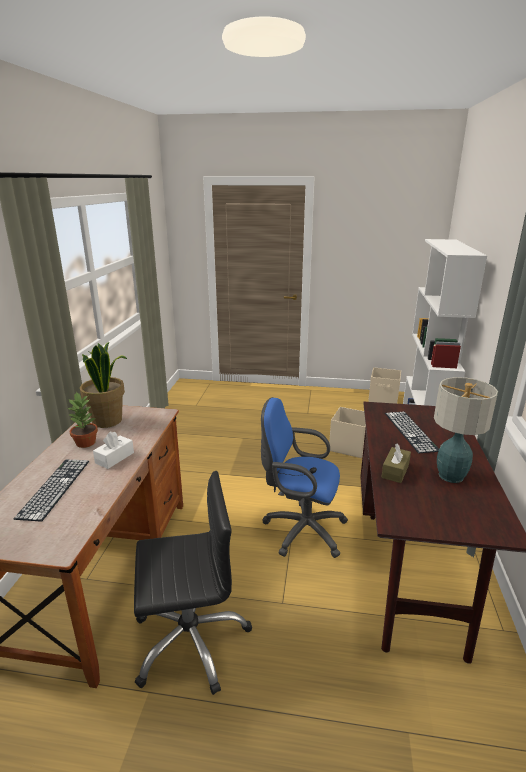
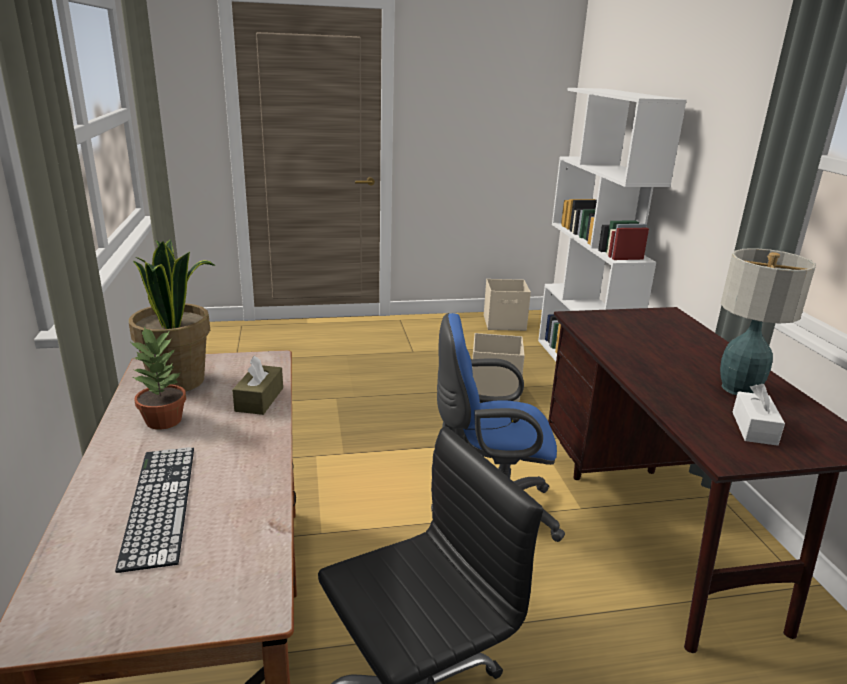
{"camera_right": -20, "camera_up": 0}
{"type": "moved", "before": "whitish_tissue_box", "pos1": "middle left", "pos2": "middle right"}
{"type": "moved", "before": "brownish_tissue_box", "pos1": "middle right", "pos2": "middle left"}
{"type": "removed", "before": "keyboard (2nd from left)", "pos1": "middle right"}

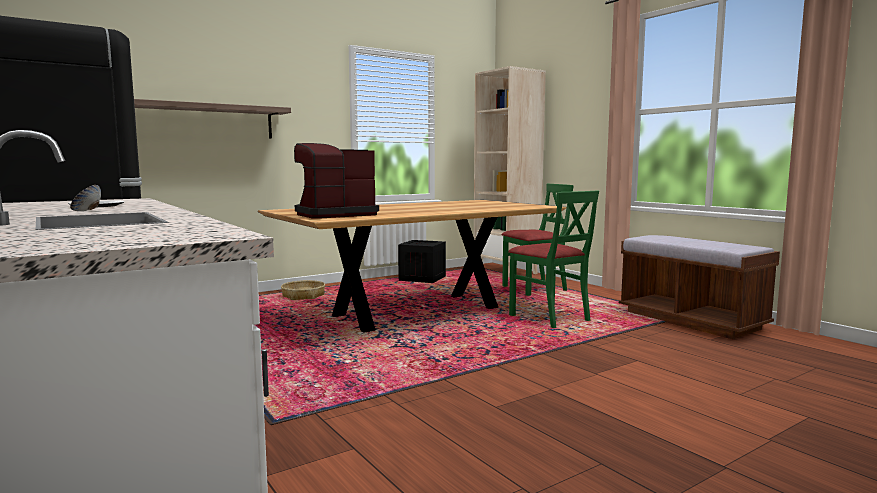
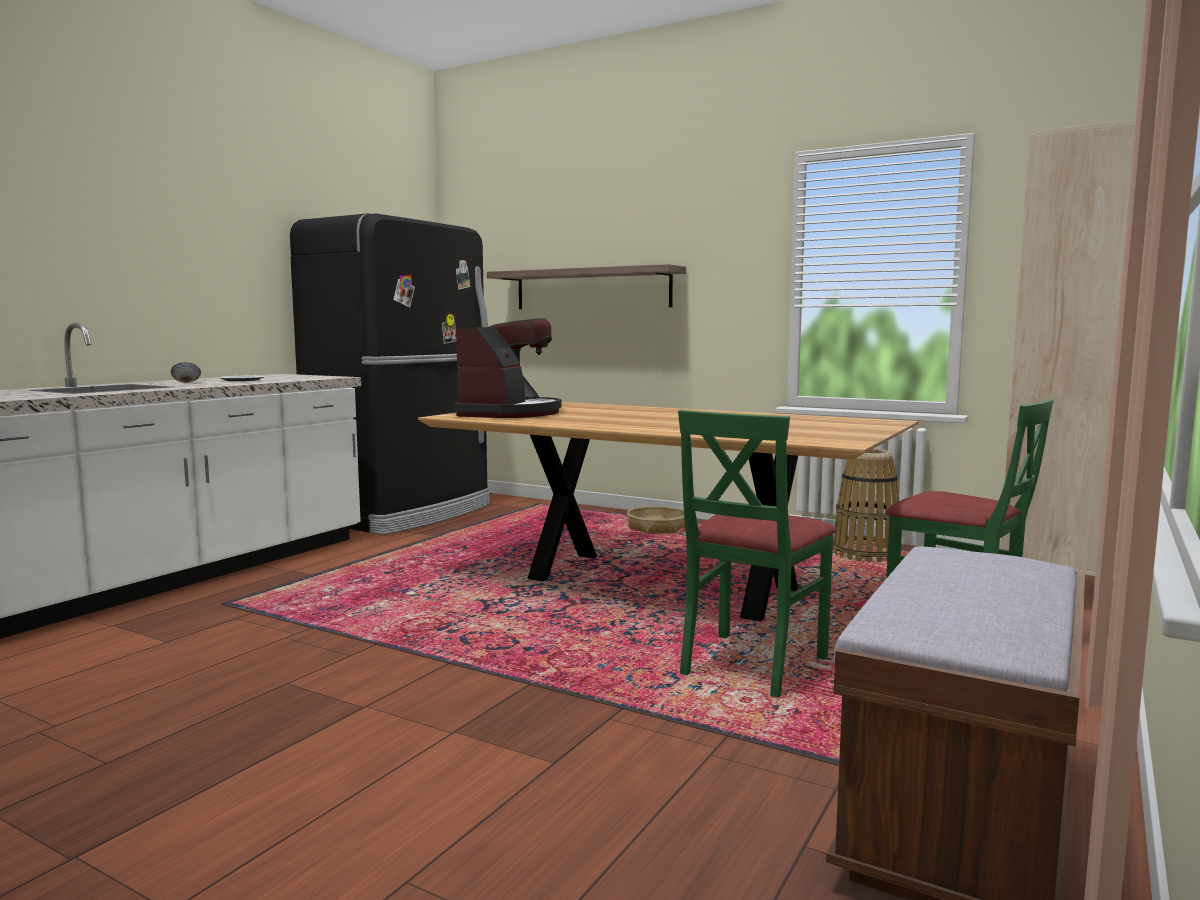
{"camera_right": 65, "camera_up": 0}
{"type": "turned", "before": "coffee_brewer", "pos1": "centre", "pos2": "centre", "turn": 75}
{"type": "replaced", "before": "crate", "after": "storage_basket (2nd from left)", "pos1": "centre", "pos2": "middle right"}

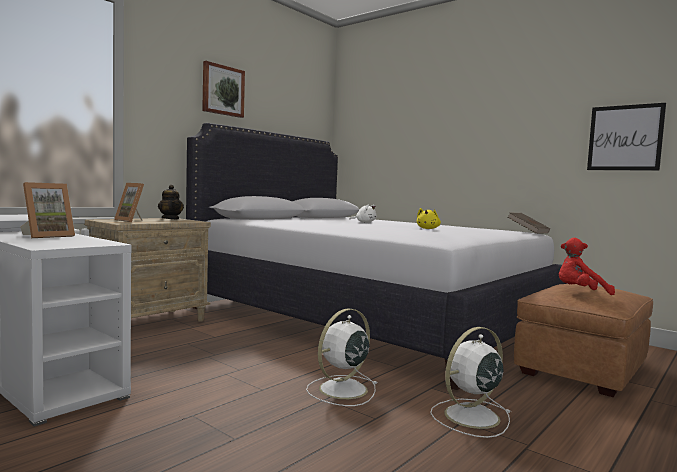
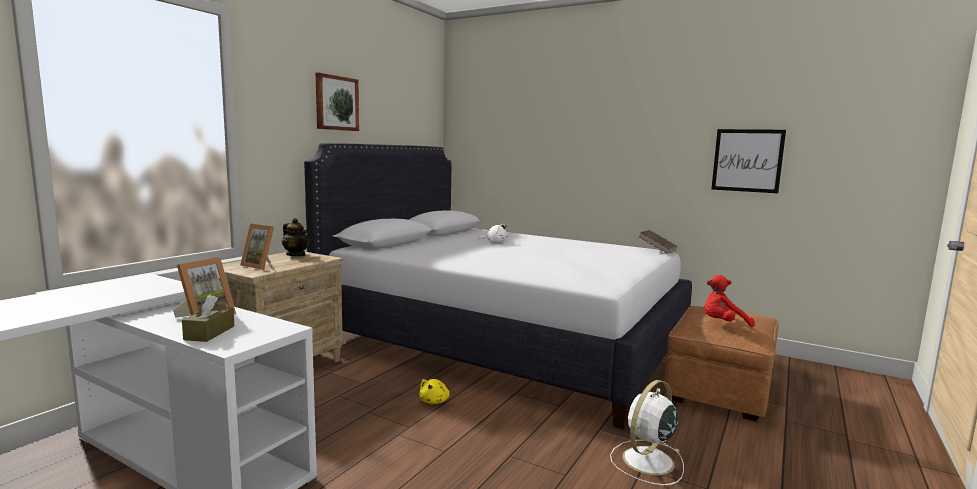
{"camera_right": -10, "camera_up": 5}
{"type": "removed", "before": "whitish_cooling_fan (1st from left)", "pos1": "bottom centre"}
{"type": "moved", "before": "yellow-coloured_cuddly_toy", "pos1": "centre", "pos2": "bottom centre"}
{"type": "added", "after": "brownish_tissue_box", "pos2": "middle left"}

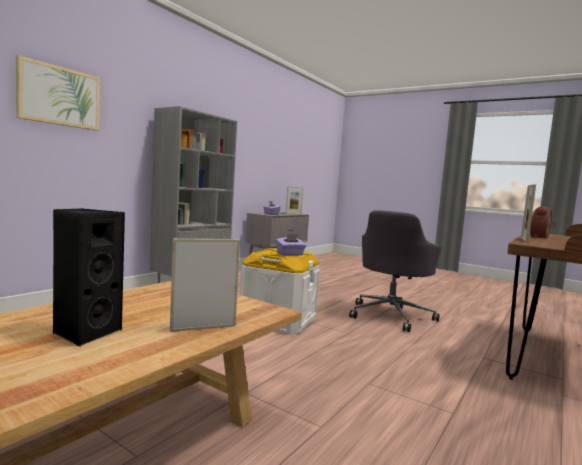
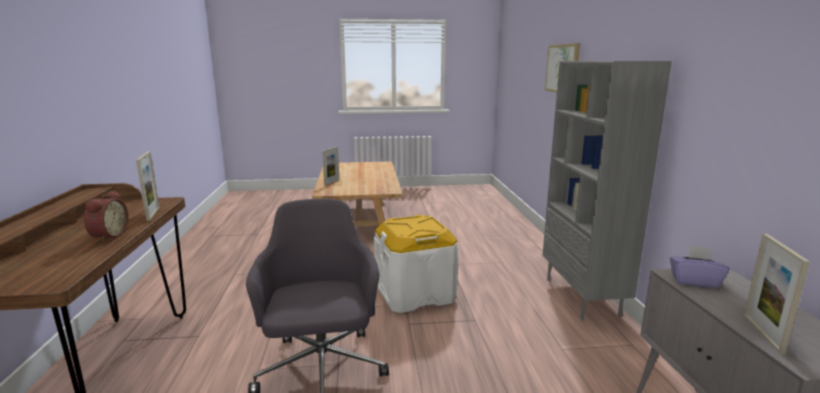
{"camera_right": 140, "camera_up": 10}
{"type": "removed", "before": "blackish_speaker", "pos1": "middle left"}
{"type": "removed", "before": "purplish_tissue_box (2nd from left)", "pos1": "centre"}

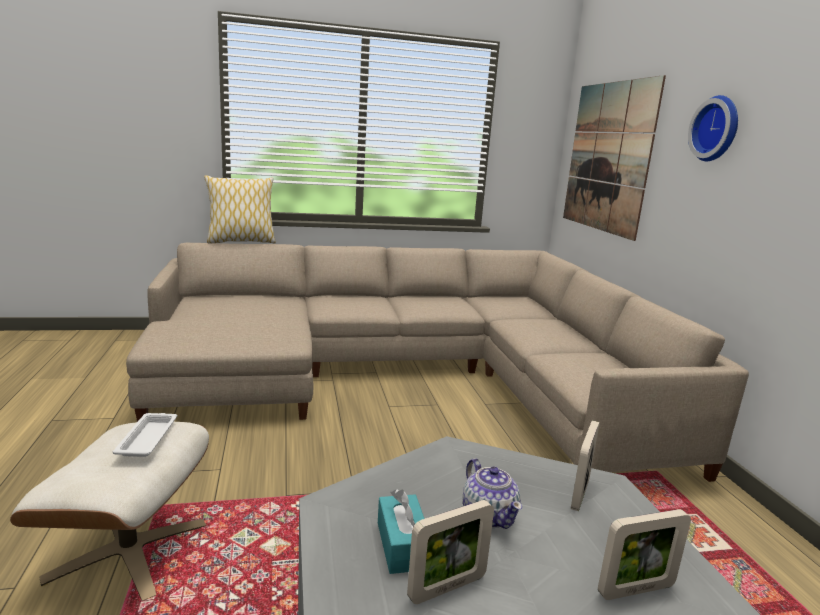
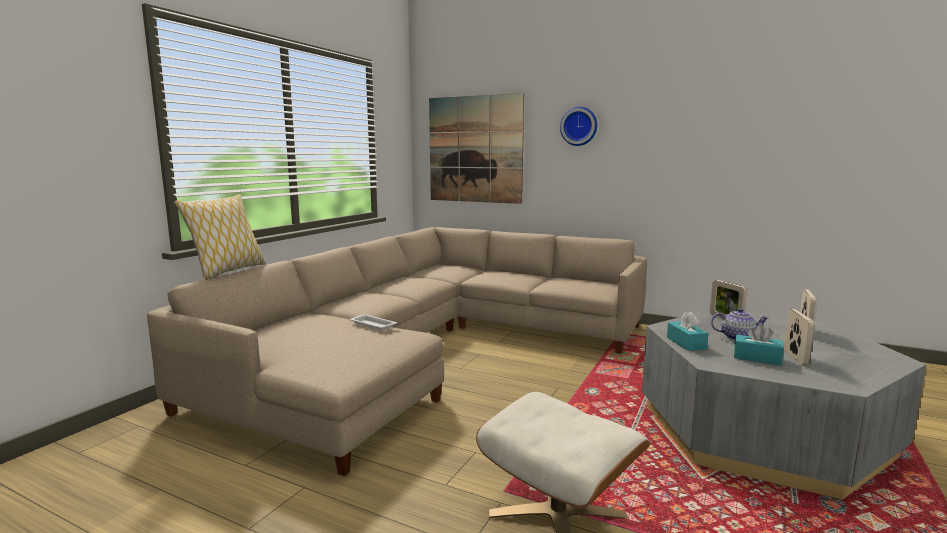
{"camera_right": -50, "camera_up": -5}
{"type": "moved", "before": "whitish_serving_tray", "pos1": "bottom left", "pos2": "centre"}
{"type": "added", "after": "turquoise-coloured_tissue_box (1st from left)", "pos2": "middle right"}

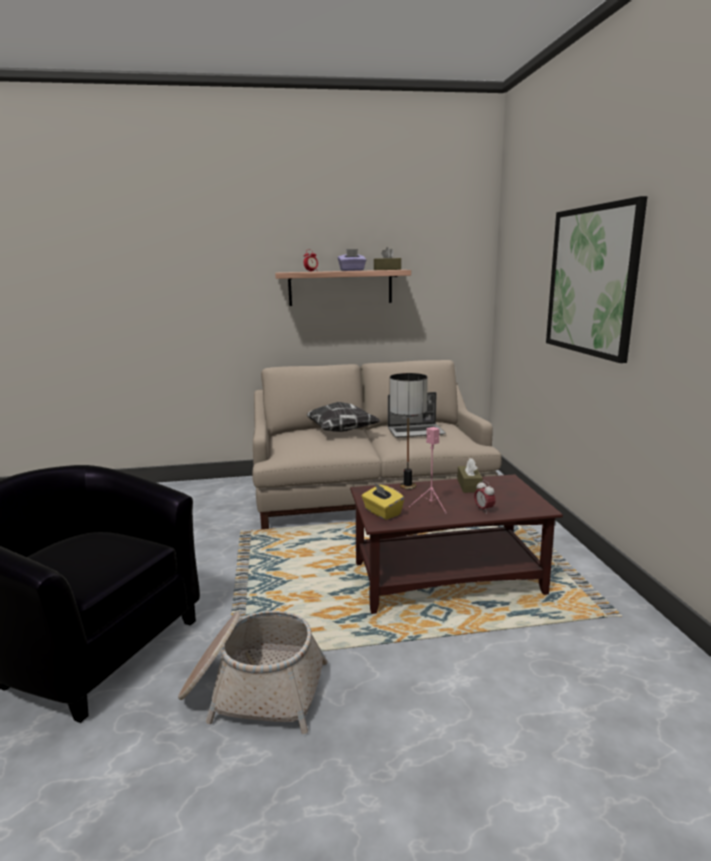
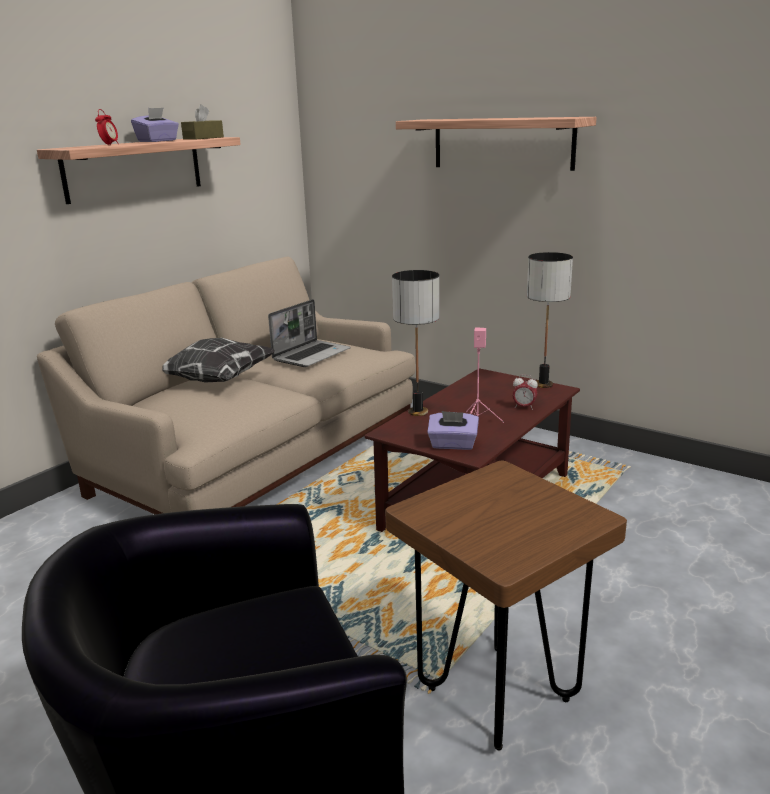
{"camera_right": -45, "camera_up": 5}
{"type": "replaced", "before": "storage_basket", "after": "brownish_stool", "pos1": "bottom centre", "pos2": "bottom centre"}
{"type": "recoloured", "before": "yellow-coloured_tissue_box", "after": "purplish_tissue_box (2nd from left)", "pos1": "centre", "pos2": "centre"}
{"type": "removed", "before": "brownish_tissue_box (2nd from left)", "pos1": "centre"}
{"type": "replaced", "before": "picture", "after": "bracket_shelf (2nd from left)", "pos1": "top right", "pos2": "top centre"}
{"type": "added", "after": "tabletop_lamp (2nd from left)", "pos2": "middle right"}

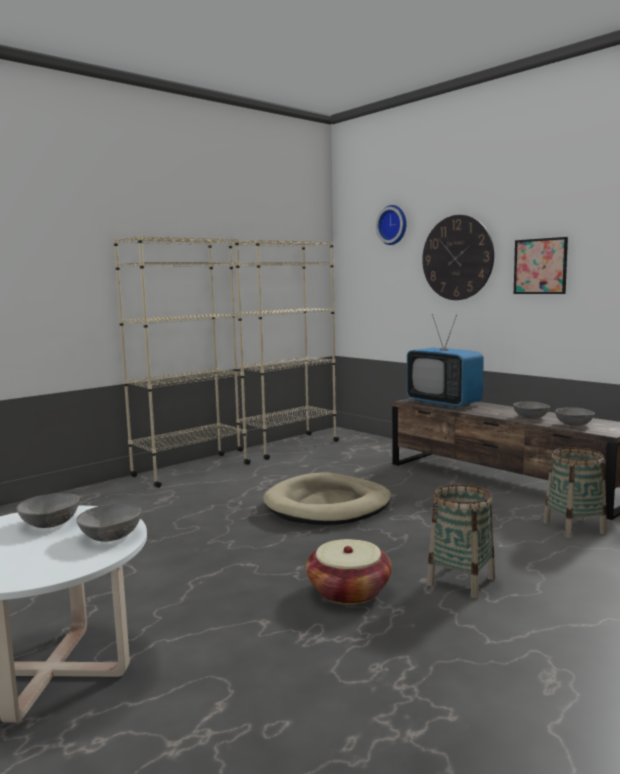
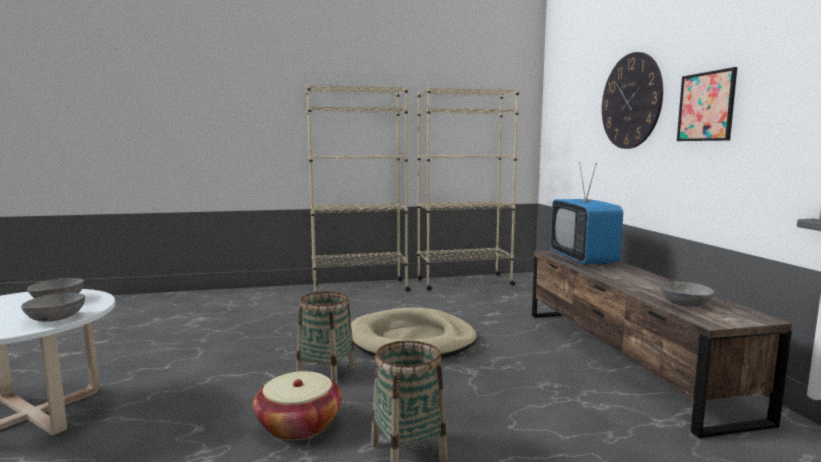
{"camera_right": 30, "camera_up": 0}
{"type": "removed", "before": "wall_clock (1st from left)", "pos1": "top centre"}
{"type": "removed", "before": "gray_bowl (3rd from left)", "pos1": "middle right"}
{"type": "moved", "before": "storage_basket (3rd from left in the first image)", "after": "storage_basket (2nd from left)", "pos1": "middle right", "pos2": "bottom centre"}

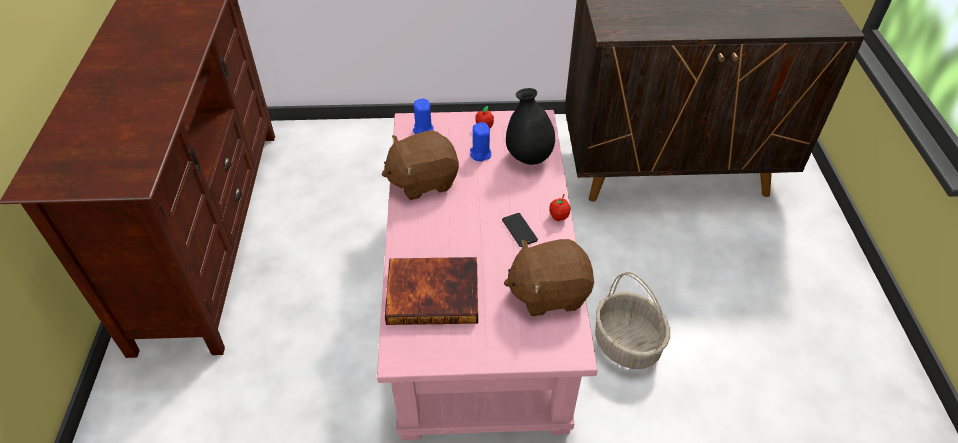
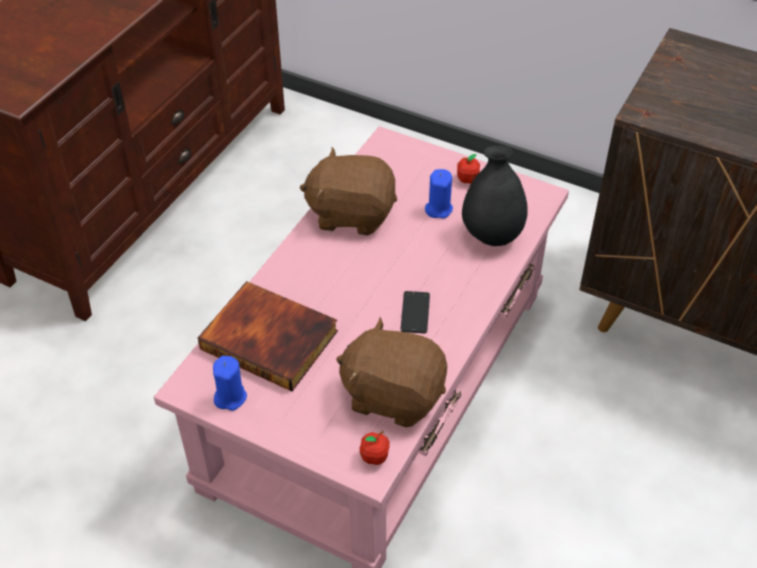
{"camera_right": 30, "camera_up": 0}
{"type": "moved", "before": "bluish_wax_light (1st from left)", "pos1": "top centre", "pos2": "bottom left"}
{"type": "moved", "before": "apple_fruit (2nd from left in the first image)", "after": "apple_fruit (1st from left)", "pos1": "centre", "pos2": "bottom centre"}
{"type": "removed", "before": "storage_basket", "pos1": "bottom centre"}

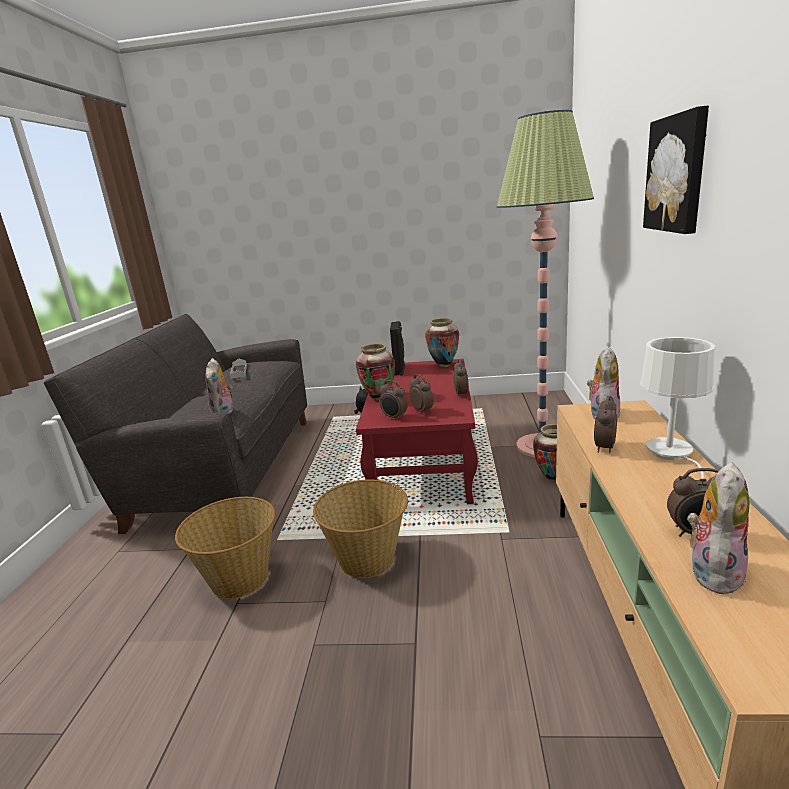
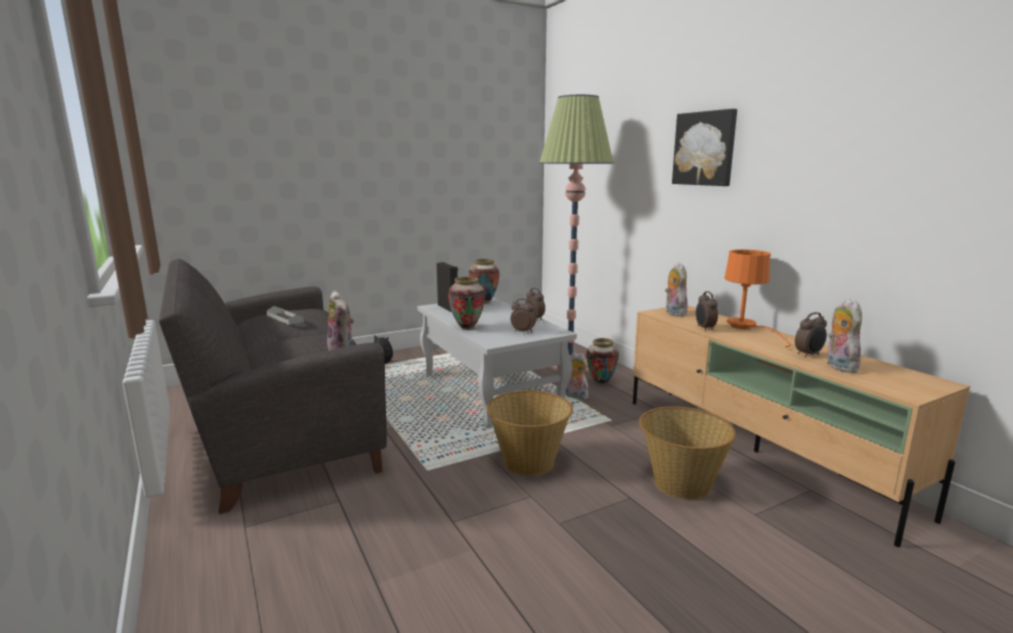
{"camera_right": -35, "camera_up": -5}
{"type": "moved", "before": "storage_basket (1st from left in the first image)", "after": "storage_basket (2nd from left)", "pos1": "bottom left", "pos2": "bottom right"}
{"type": "recoloured", "before": "reddish_coffee_table", "after": "whitish_coffee_table", "pos1": "centre", "pos2": "centre"}
{"type": "removed", "before": "alarm_clock (1st from left)", "pos1": "centre"}
{"type": "recoloured", "before": "whitish_tabletop_lamp", "after": "orange-coloured_tabletop_lamp", "pos1": "middle right", "pos2": "middle right"}
{"type": "added", "after": "cuddly_toy (3rd from left)", "pos2": "centre"}

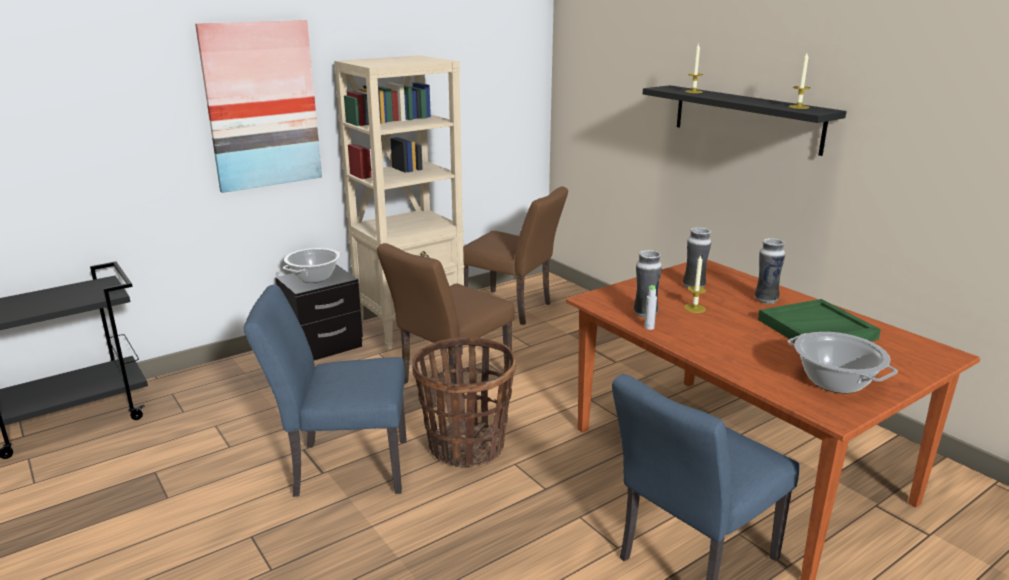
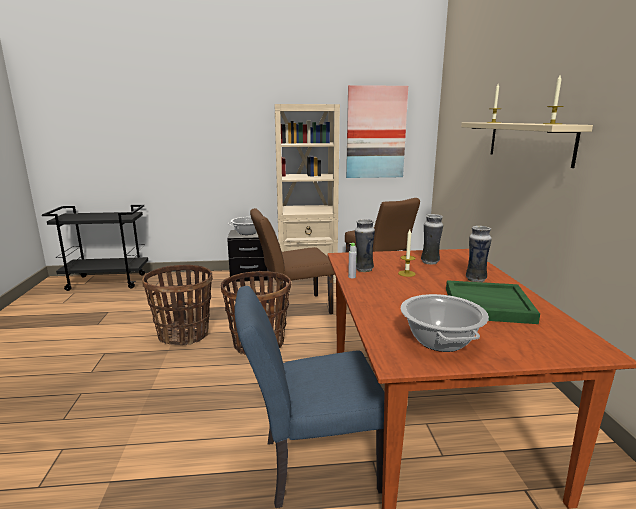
{"camera_right": 30, "camera_up": -5}
{"type": "moved", "before": "picture", "pos1": "top left", "pos2": "top centre"}
{"type": "replaced", "before": "bluish_plain_chair (1st from left)", "after": "storage_basket (1st from left)", "pos1": "bottom left", "pos2": "middle left"}
{"type": "recoloured", "before": "blackish_bracket_shelf", "after": "beige-coloured_bracket_shelf", "pos1": "top right", "pos2": "top right"}

